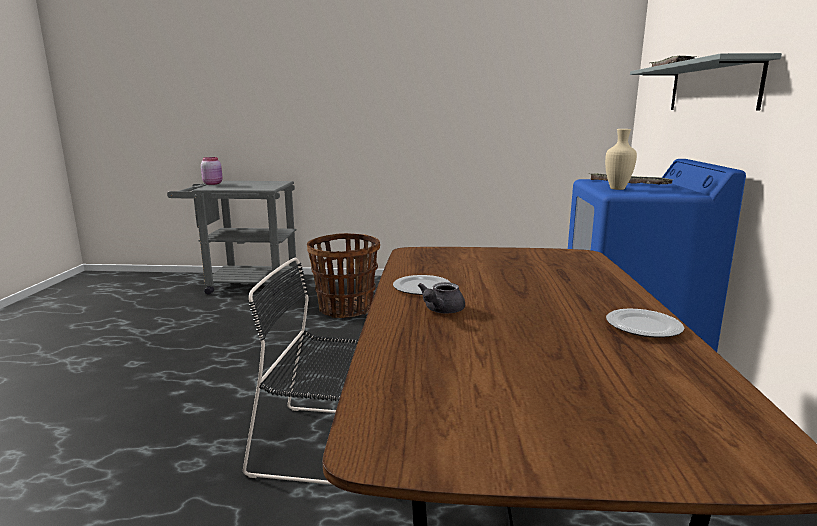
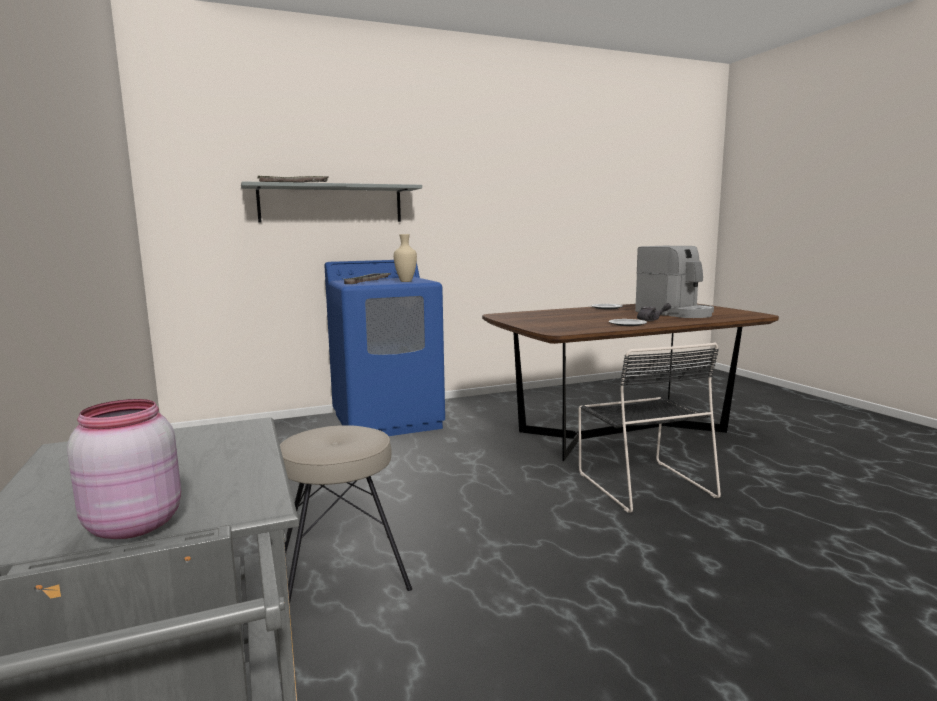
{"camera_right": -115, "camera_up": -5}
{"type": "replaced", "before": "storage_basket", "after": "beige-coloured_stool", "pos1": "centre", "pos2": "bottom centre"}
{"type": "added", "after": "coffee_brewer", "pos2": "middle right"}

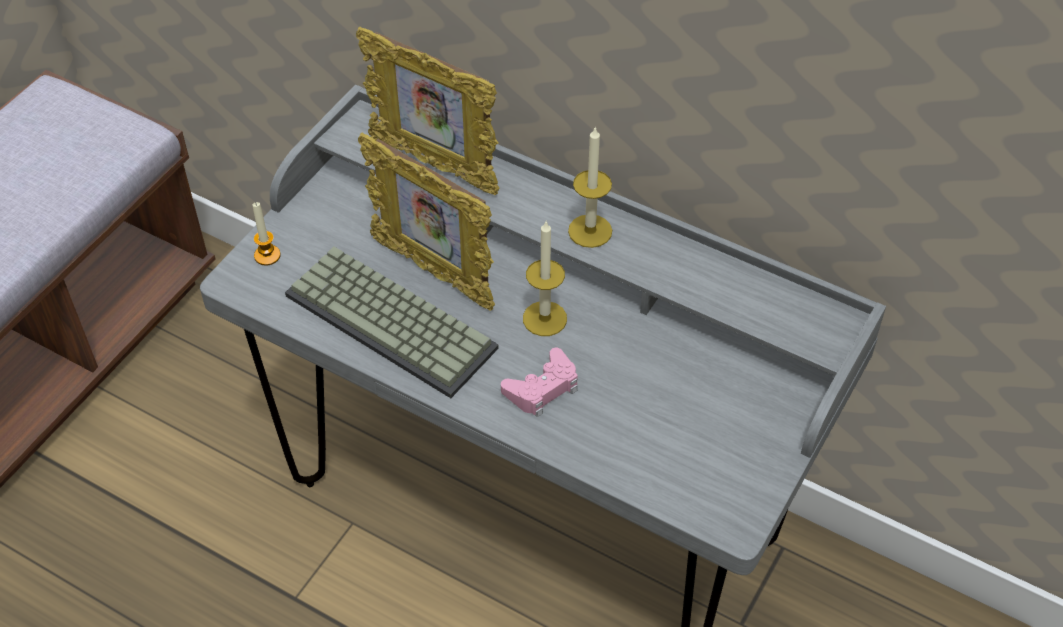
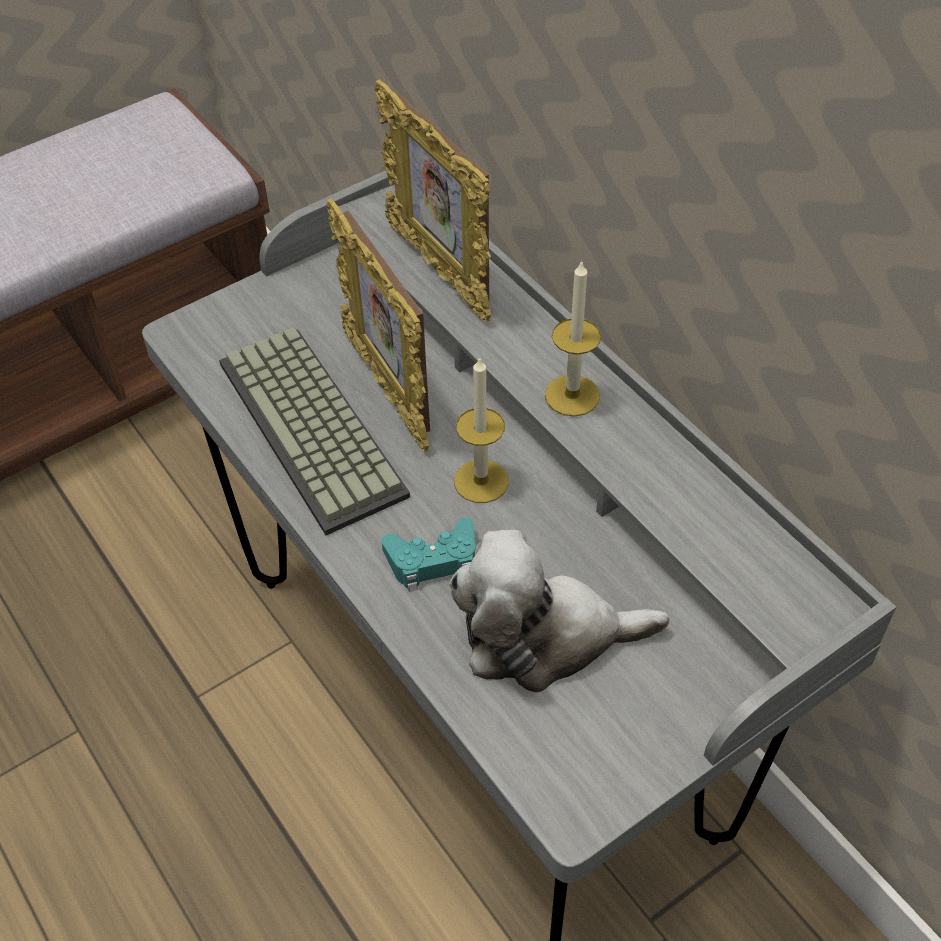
{"camera_right": 25, "camera_up": 0}
{"type": "removed", "before": "wax_light (1st from left)", "pos1": "middle left"}
{"type": "recoloured", "before": "pink_gamepad", "after": "turquoise-coloured_gamepad", "pos1": "centre", "pos2": "centre"}
{"type": "added", "after": "cuddly_toy", "pos2": "centre"}

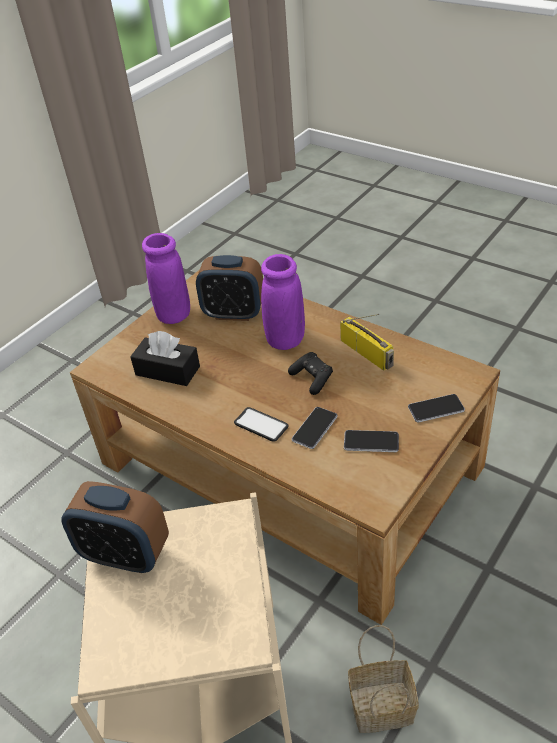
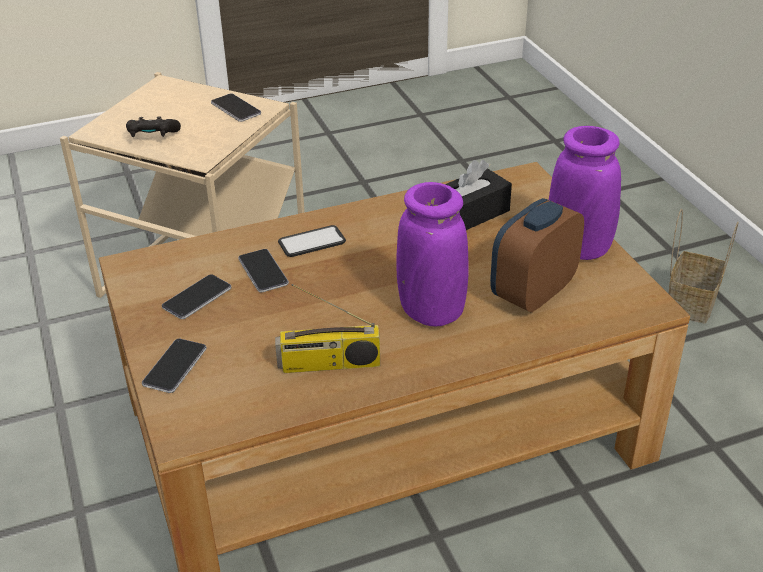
{"camera_right": 120, "camera_up": -5}
{"type": "replaced", "before": "alarm_clock (1st from left)", "after": "phone (3rd from left)", "pos1": "bottom left", "pos2": "top left"}
{"type": "moved", "before": "blackish_gamepad", "pos1": "centre", "pos2": "top left"}
{"type": "moved", "before": "storage_basket", "pos1": "bottom right", "pos2": "middle right"}

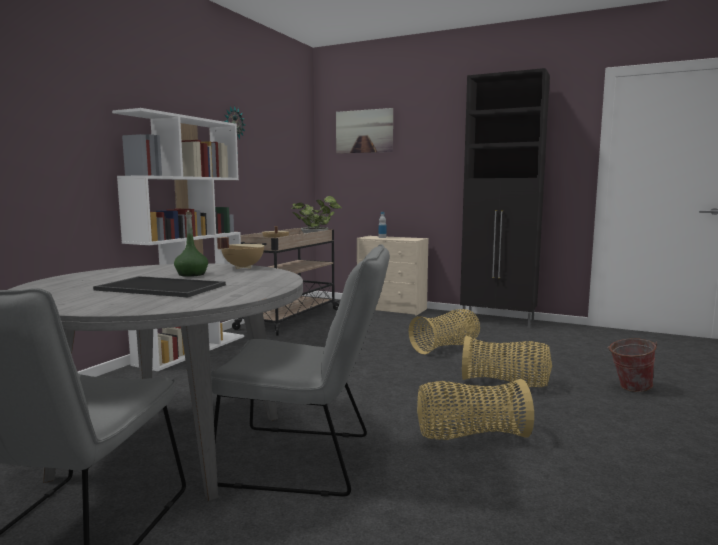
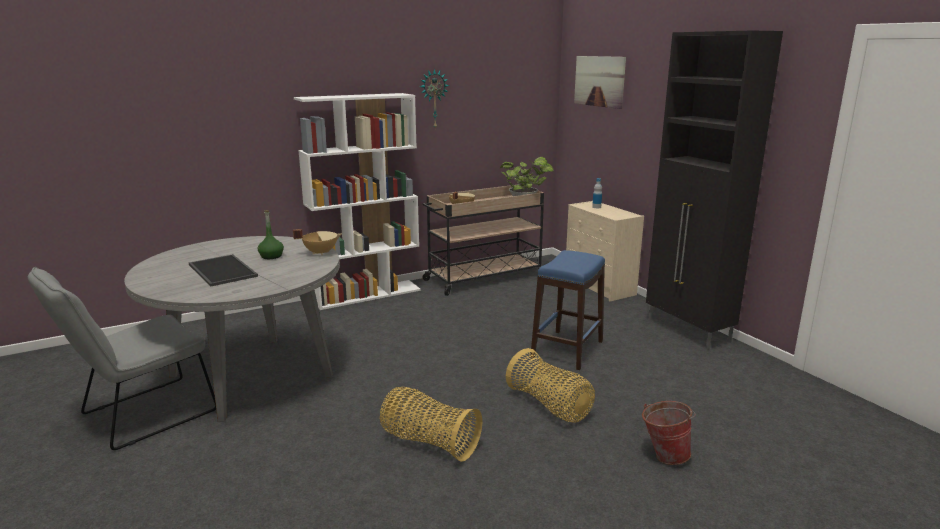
{"camera_right": 35, "camera_up": 10}
{"type": "removed", "before": "gray_plain_chair (2nd from left)", "pos1": "bottom centre"}
{"type": "replaced", "before": "storage_basket (1st from left)", "after": "bluish_stool", "pos1": "centre", "pos2": "centre"}

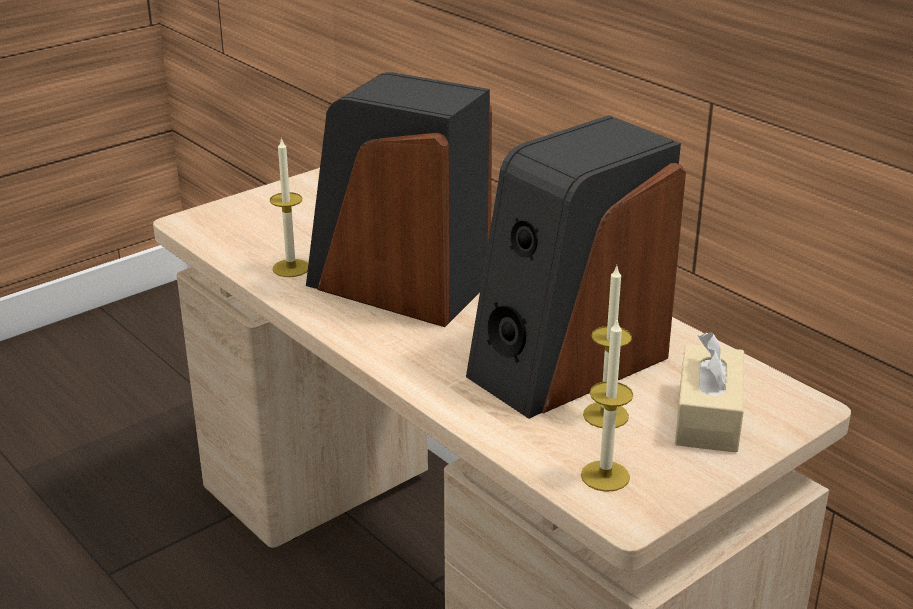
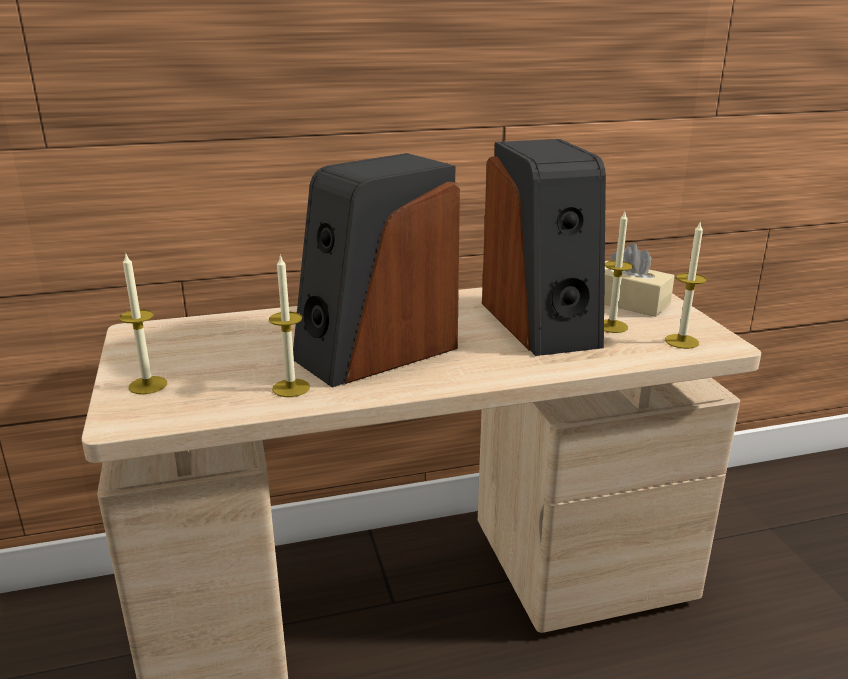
{"camera_right": -65, "camera_up": -5}
{"type": "added", "after": "wax_light (1st from left)", "pos2": "middle left"}

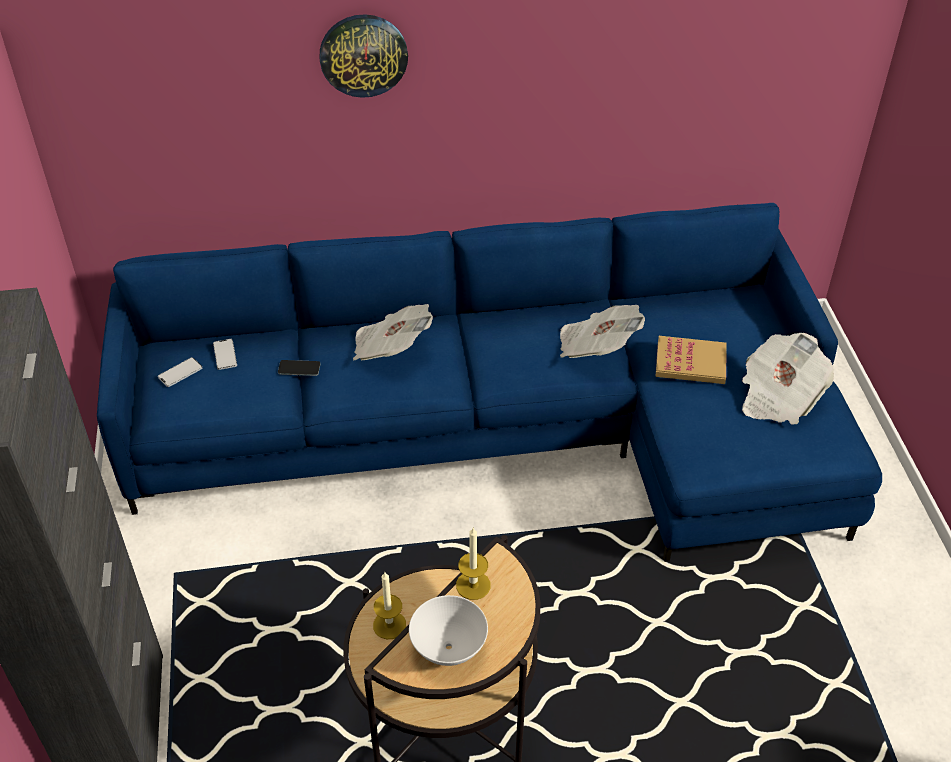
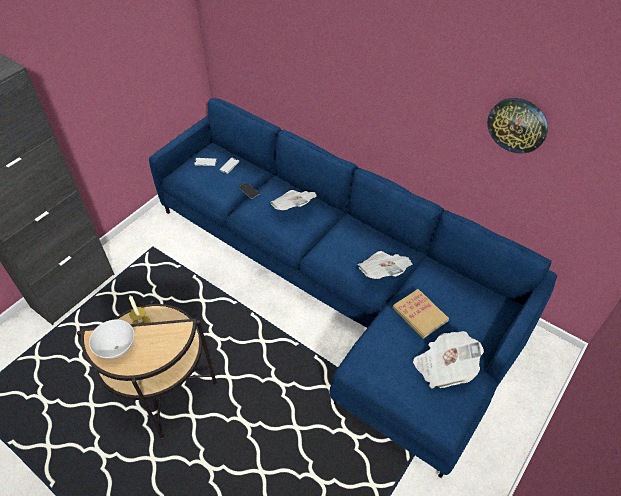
{"camera_right": 45, "camera_up": 5}
{"type": "moved", "before": "wall_clock", "pos1": "top centre", "pos2": "top right"}
{"type": "removed", "before": "wax_light (2nd from left)", "pos1": "bottom centre"}

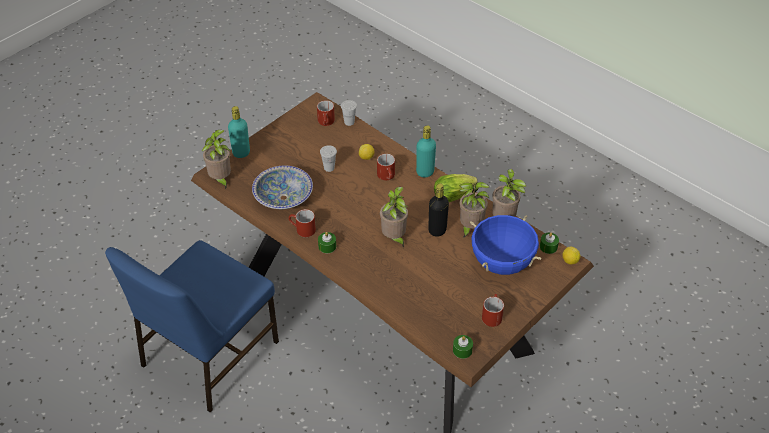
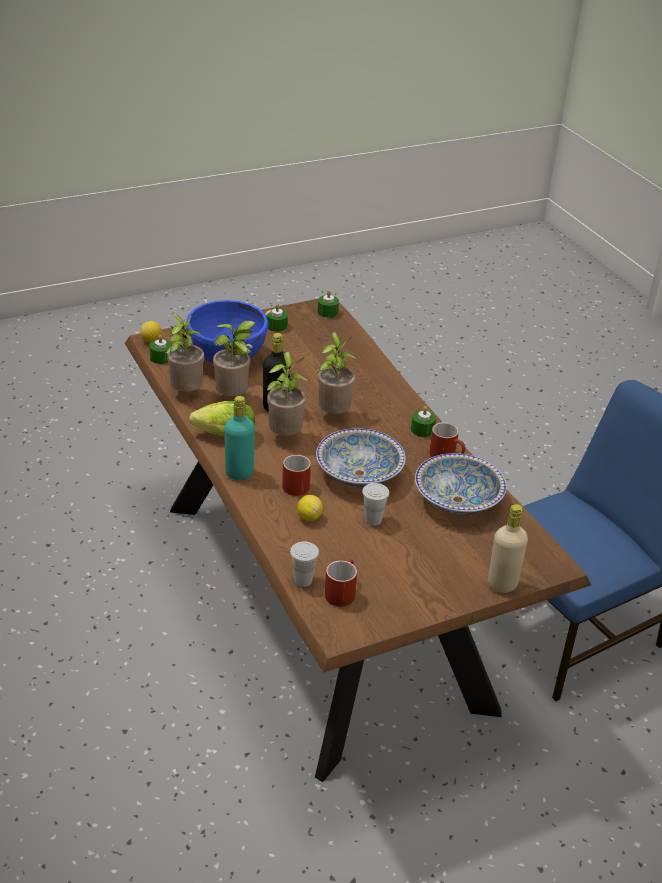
{"camera_right": -160, "camera_up": -10}
{"type": "moved", "before": "potted_plant (1st from left in the first image)", "after": "potted_plant (3rd from left)", "pos1": "middle left", "pos2": "centre"}
{"type": "recoloured", "before": "turquoise-coloured_bottle (1st from left)", "after": "beige-coloured_bottle", "pos1": "top left", "pos2": "middle right"}
{"type": "replaced", "before": "reddish_tea_mug (4th from left)", "after": "green-coloured_wax_light (2nd from left)", "pos1": "bottom centre", "pos2": "centre"}
{"type": "added", "after": "bowl (1st from left)", "pos2": "centre"}

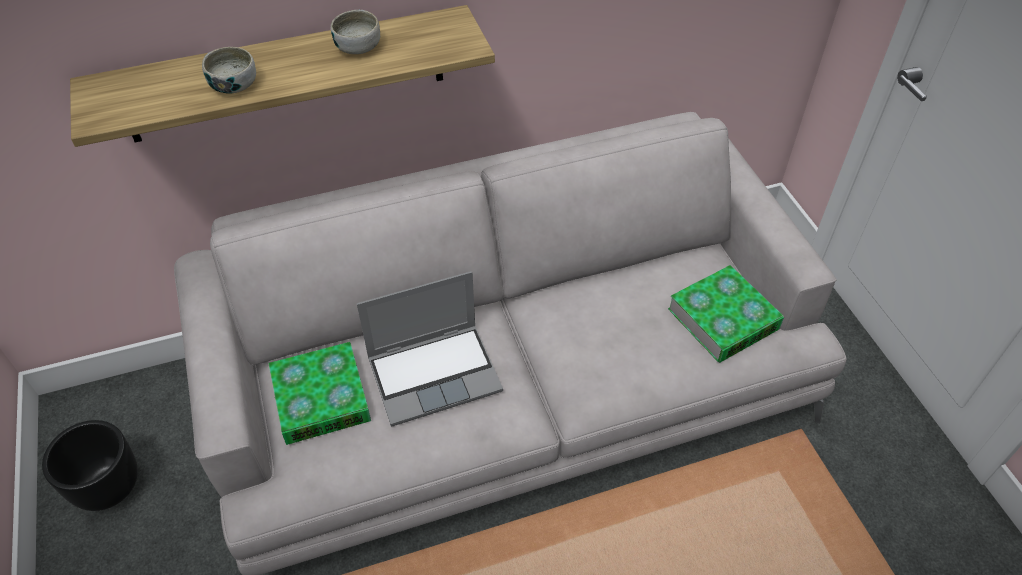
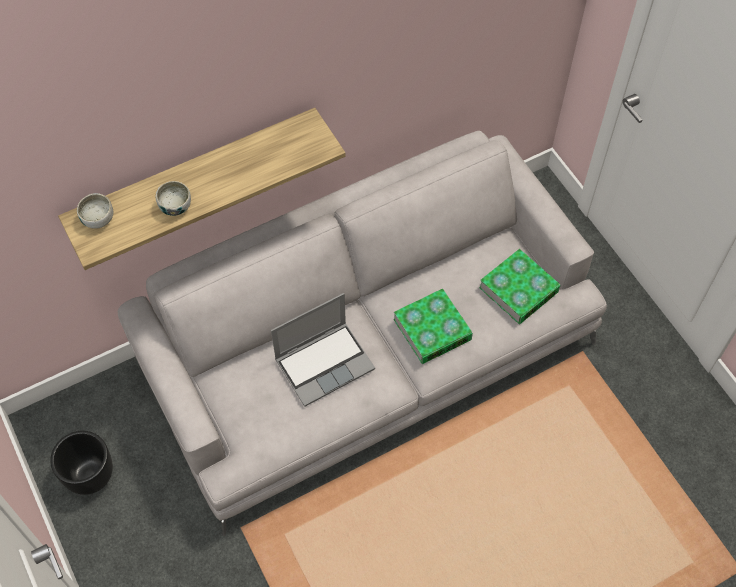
{"camera_right": -10, "camera_up": 10}
{"type": "moved", "before": "volume (1st from left)", "pos1": "bottom left", "pos2": "centre"}
{"type": "moved", "before": "bowl (2nd from left in the first image)", "after": "bowl (1st from left)", "pos1": "top centre", "pos2": "middle left"}

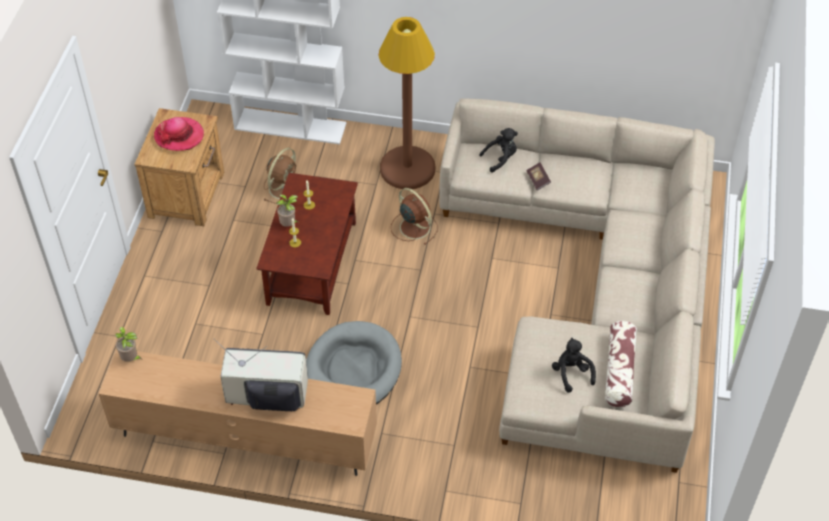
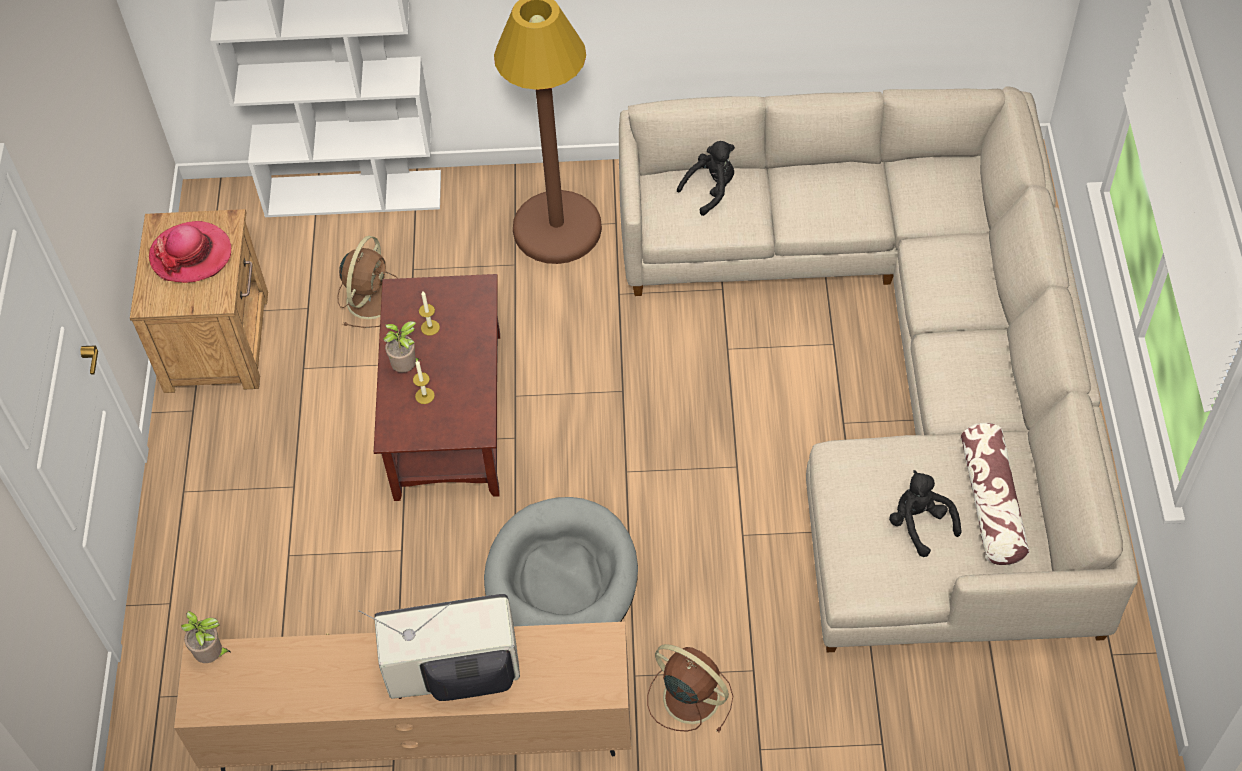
{"camera_right": -10, "camera_up": 5}
{"type": "moved", "before": "brownish_cooling_fan (2nd from left)", "pos1": "centre", "pos2": "bottom centre"}
{"type": "removed", "before": "volume", "pos1": "centre"}

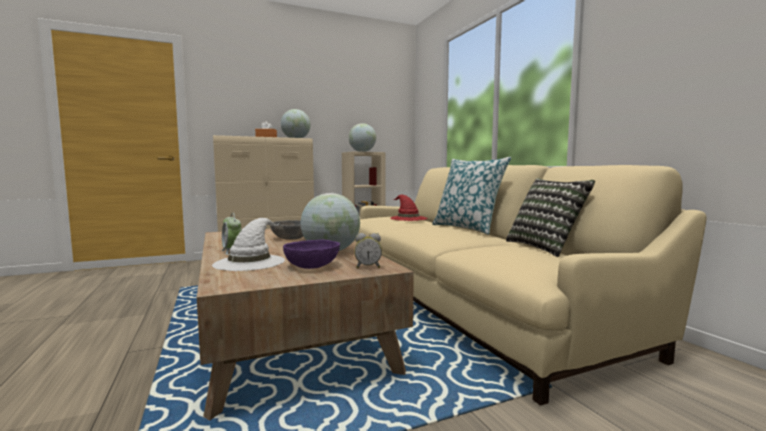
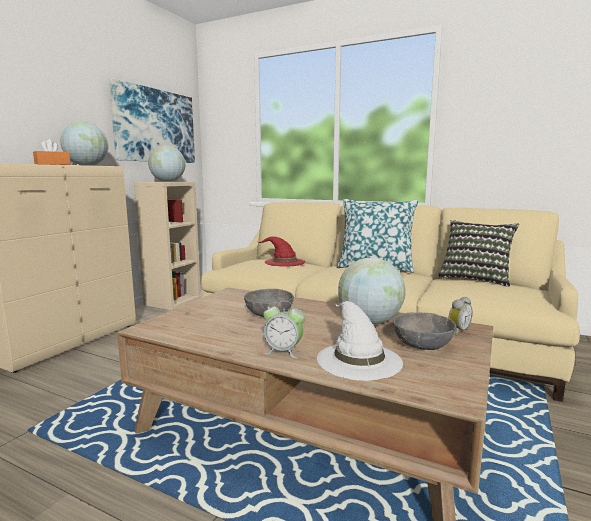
{"camera_right": -40, "camera_up": 5}
{"type": "recoloured", "before": "purplish_bowl", "after": "gray_bowl (2nd from left)", "pos1": "centre", "pos2": "middle right"}
{"type": "added", "after": "picture", "pos2": "top left"}

